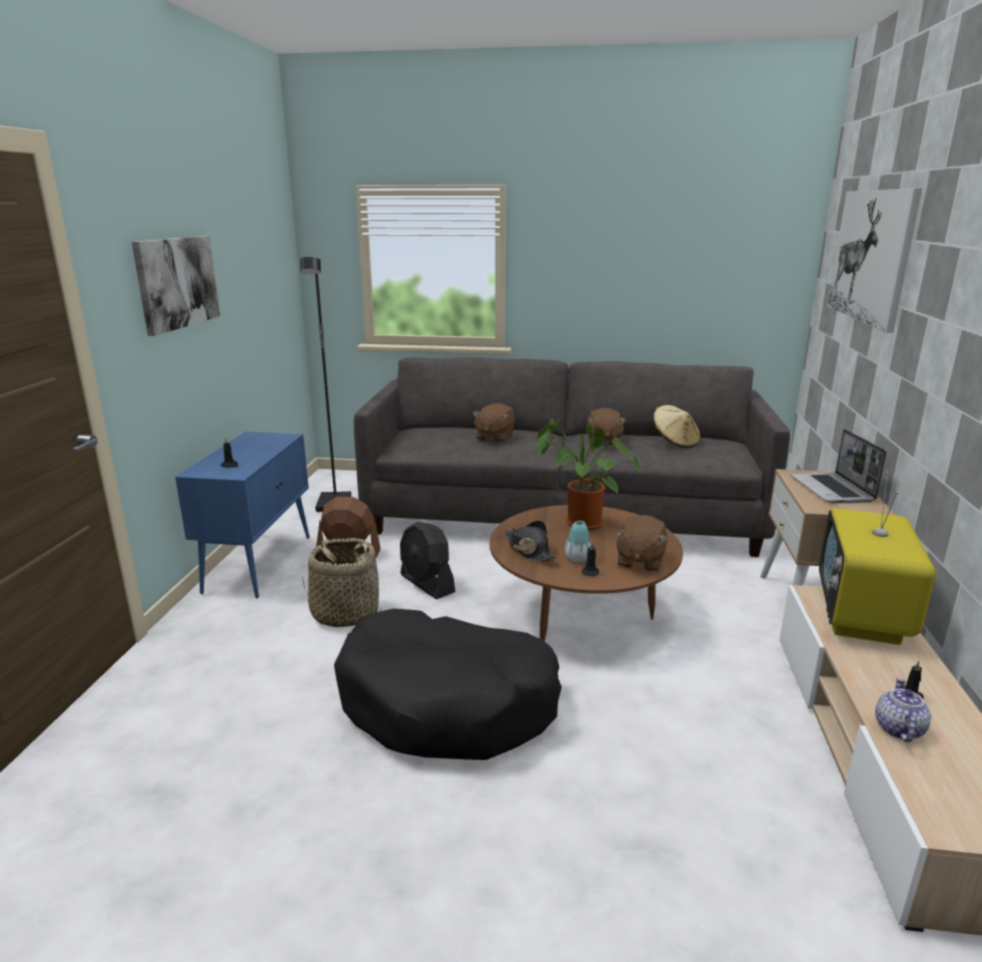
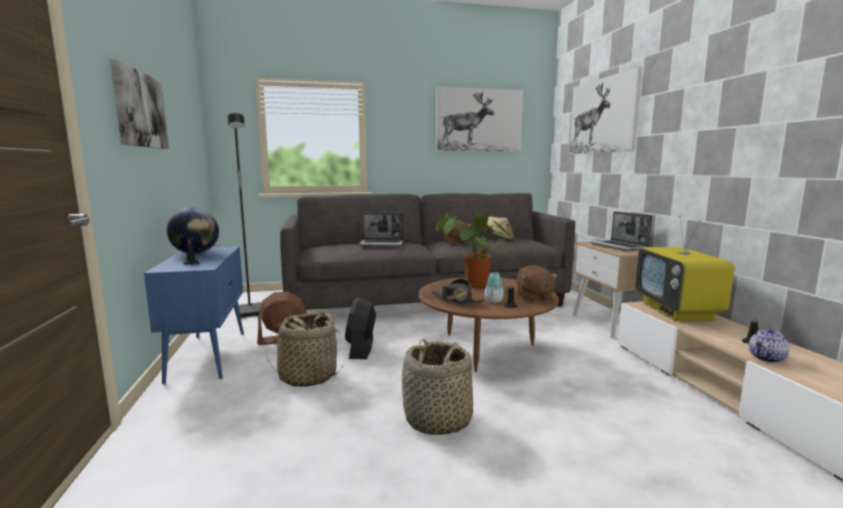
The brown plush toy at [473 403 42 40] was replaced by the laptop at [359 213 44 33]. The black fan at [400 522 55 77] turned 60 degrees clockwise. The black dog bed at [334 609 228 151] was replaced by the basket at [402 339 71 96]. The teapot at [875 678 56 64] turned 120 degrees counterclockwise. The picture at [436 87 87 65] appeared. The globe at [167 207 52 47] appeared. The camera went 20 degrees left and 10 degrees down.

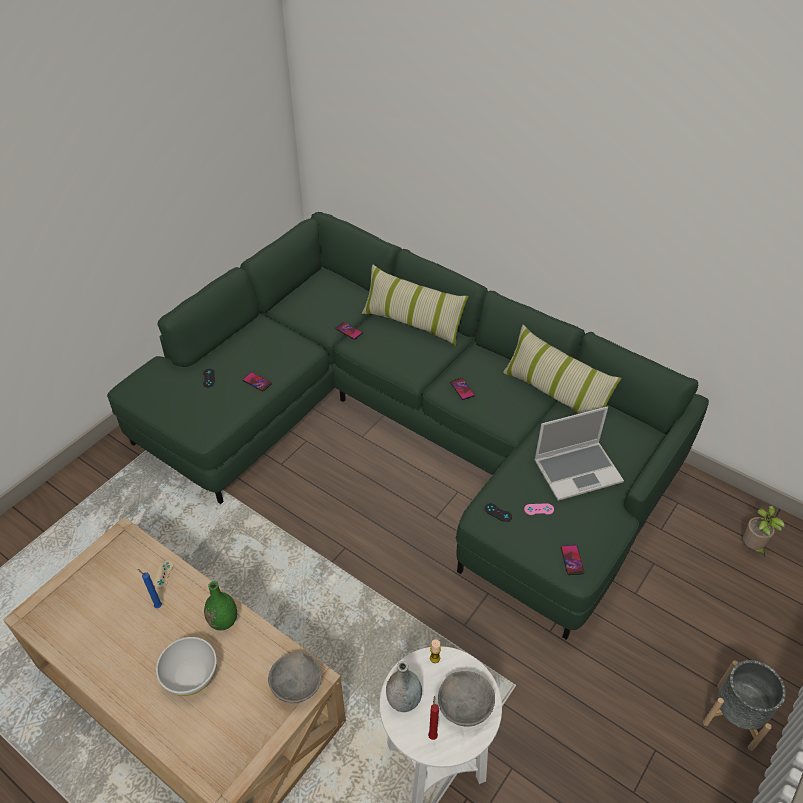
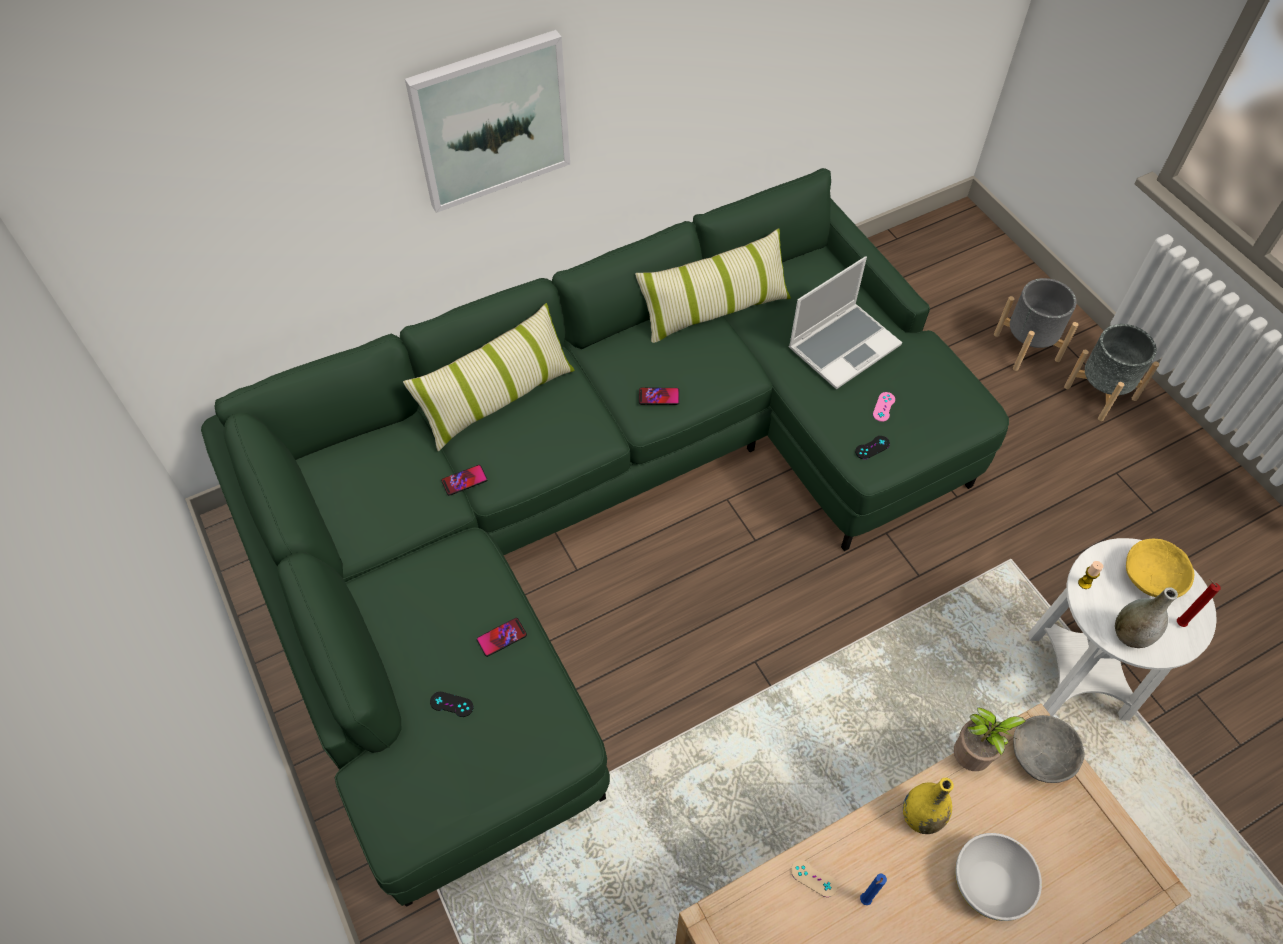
The laptop at [534 406 90 95] turned 45 degrees clockwise. The potted plant moved from [743 506 42 51] to [954 707 72 64]. The phone at [561 545 23 30] disappeared. The green vase at [204 581 33 50] became the yellow vase at [903 778 51 56]. The grey bowl at [438 671 57 56] became the yellow bowl at [1126 539 68 59]. The picture at [405 30 165 183] appeared. The grey planter at [994 278 84 93] appeared. The camera went 65 degrees left and 10 degrees up.

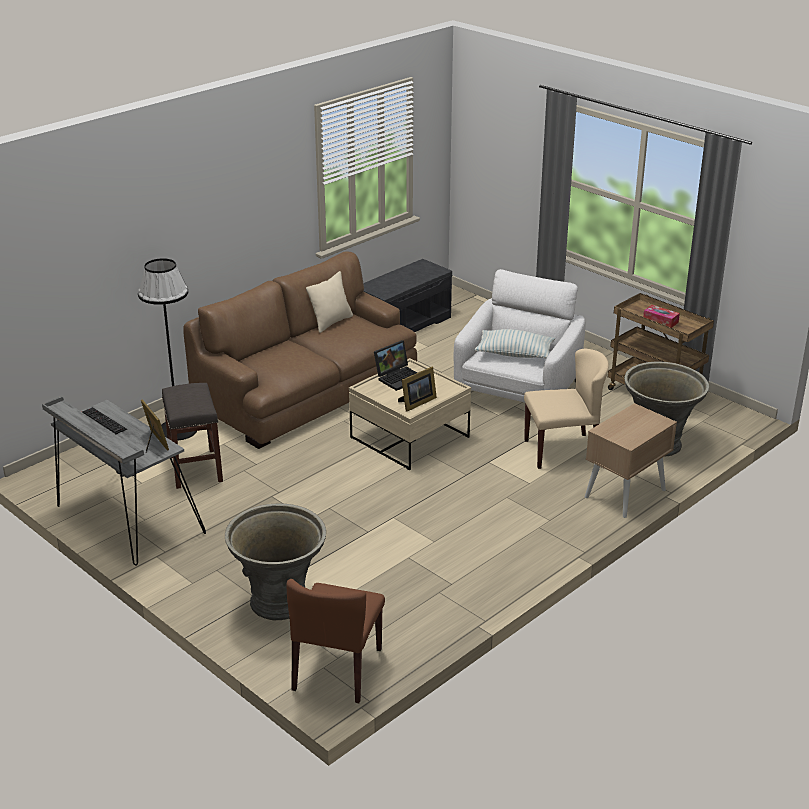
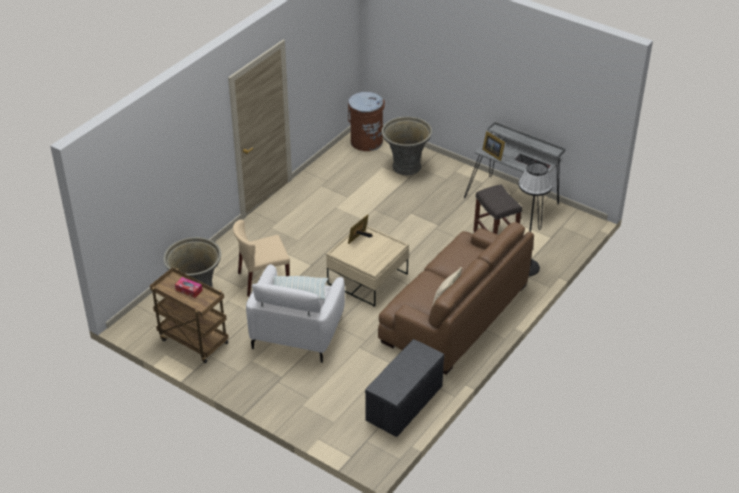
The laptop at [374 340 43 51] disappeared. The beige nightstand at [585 403 92 115] disappeared. The brown chair at [286 579 99 124] was replaced by the brown trash can at [348 92 37 59]. The camera went 170 degrees right and 10 degrees up.

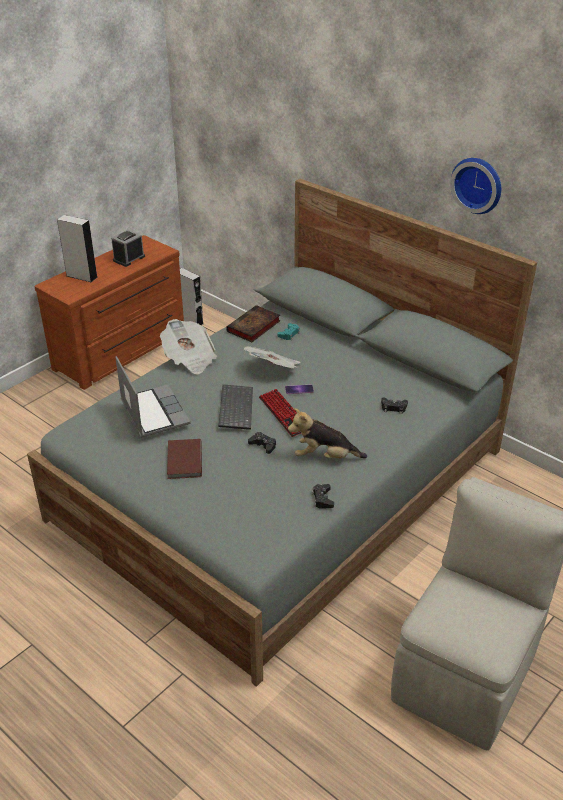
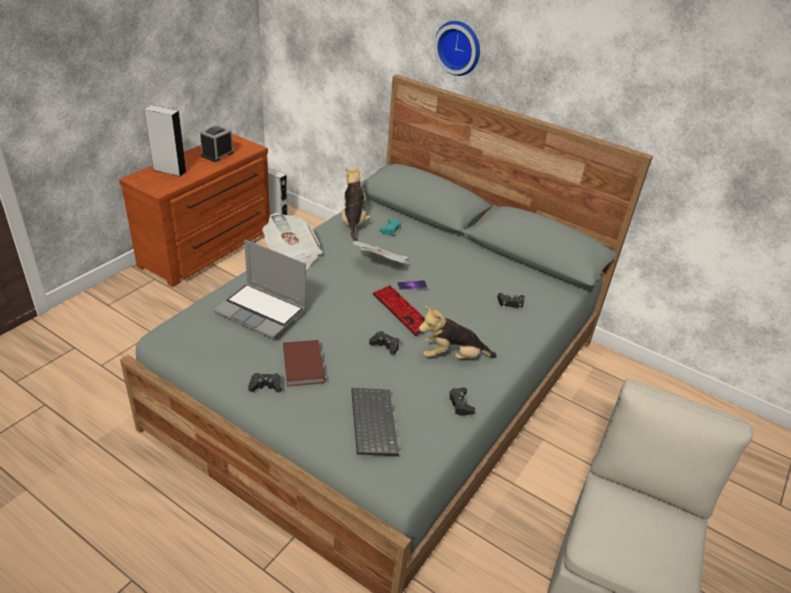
The wall clock moved from [450 158 51 56] to [434 21 46 55]. The book at [226 305 54 37] was replaced by the plush toy at [341 166 30 75]. The laptop at [116 356 75 82] turned 150 degrees clockwise. The keyboard moved from [219 384 34 46] to [351 388 48 68]. The black game controller at [248 373 34 20] appeared. The camera went 10 degrees left and 0 degrees up.

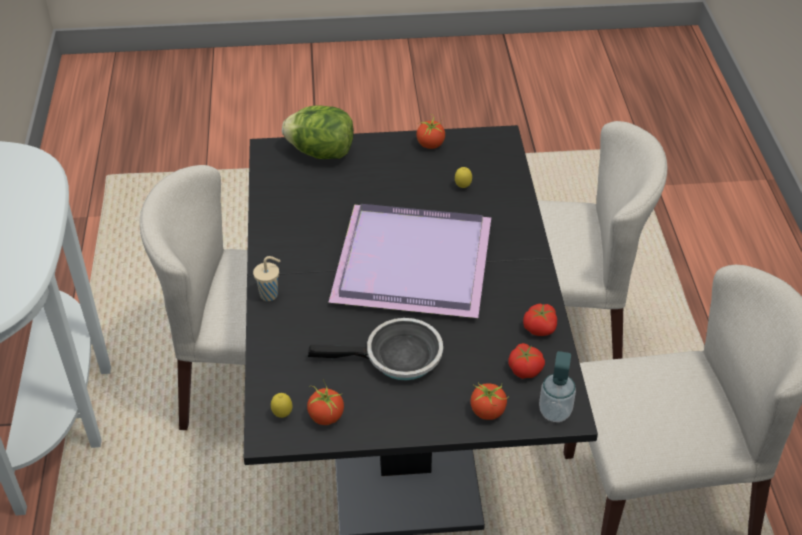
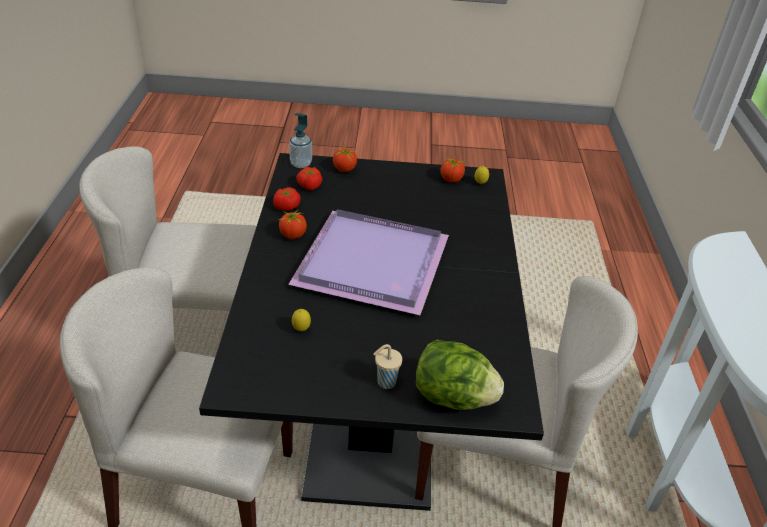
The tomato moved from [416 114 29 35] to [278 210 29 29]. The beige cup moved from [253 256 27 45] to [373 344 30 45]. The frying pan at [308 318 135 62] disappeared. The camera went 175 degrees left and 5 degrees down.

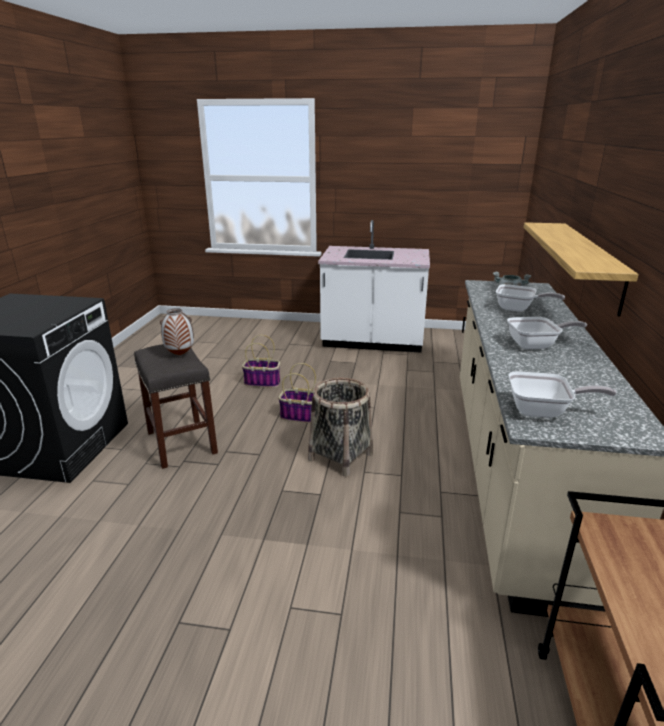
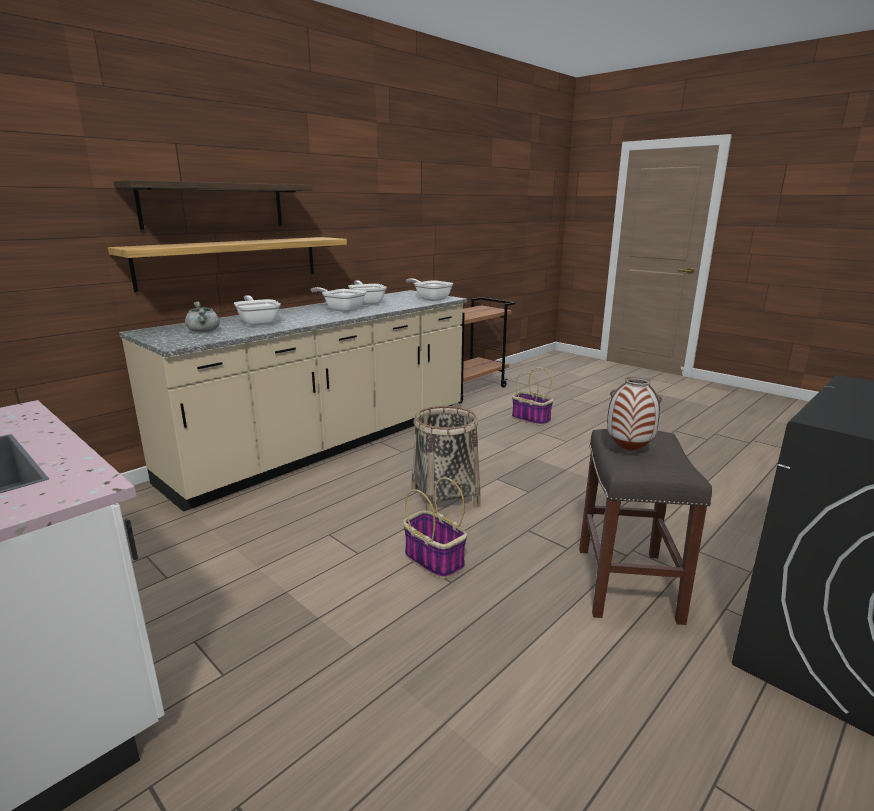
The basket moved from [242 335 38 53] to [512 367 41 59]. The shelf at [114 180 199 50] appeared. The frying pan at [348 280 39 25] appeared. The camera went 145 degrees left and 5 degrees down.

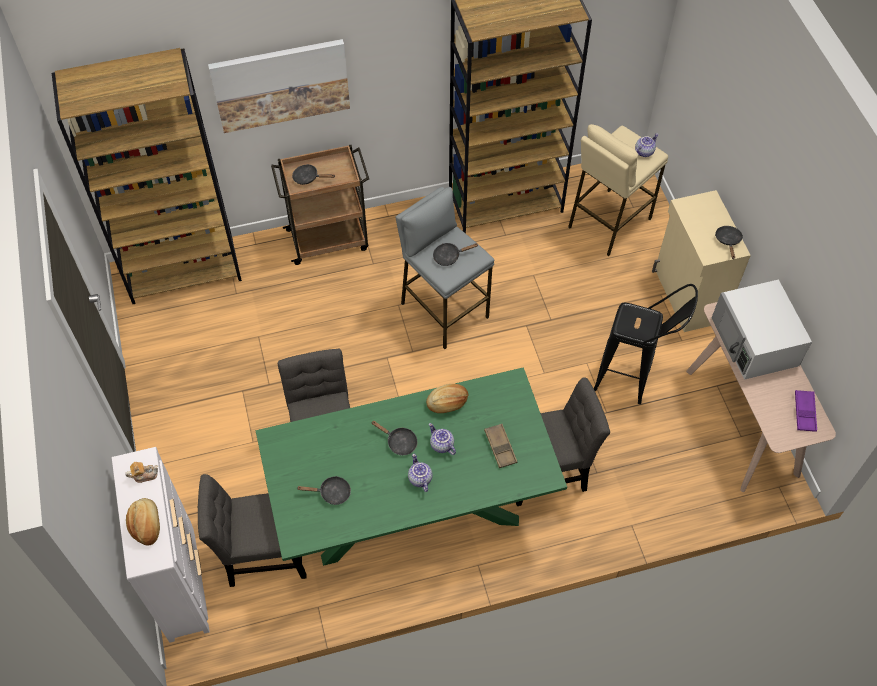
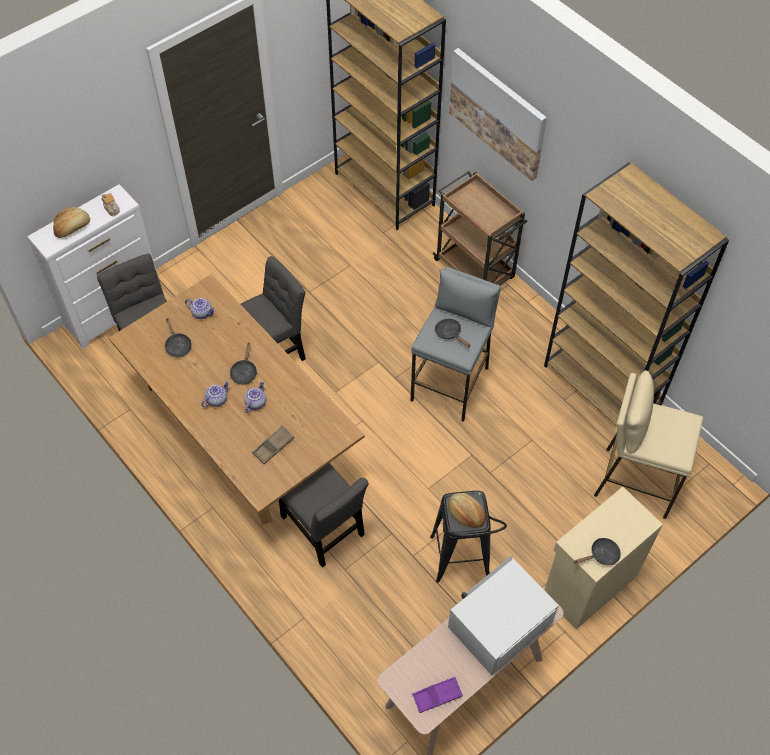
The teapot moved from [635 133 24 24] to [185 298 31 21]. The black frying pan at [292 164 43 21] disappeared. The green dining table at [256 367 311 199] became the brown dining table at [109 274 256 251]. The bread moved from [426 384 42 29] to [448 493 38 35]. The camera went 65 degrees right and 0 degrees up.

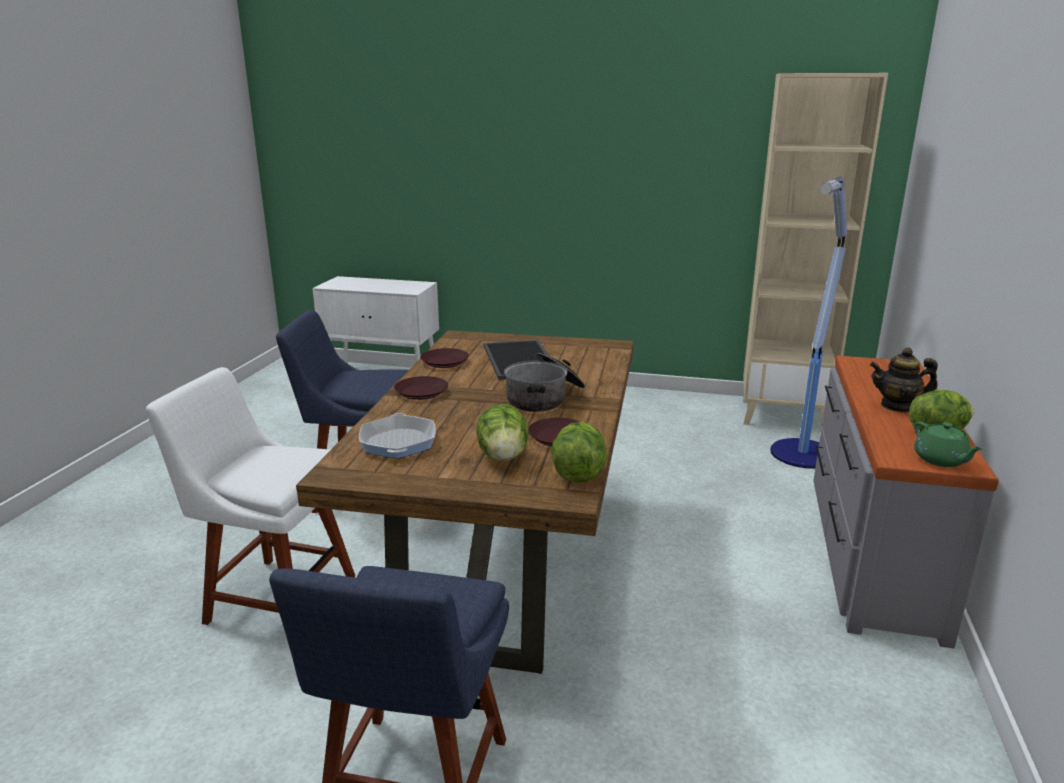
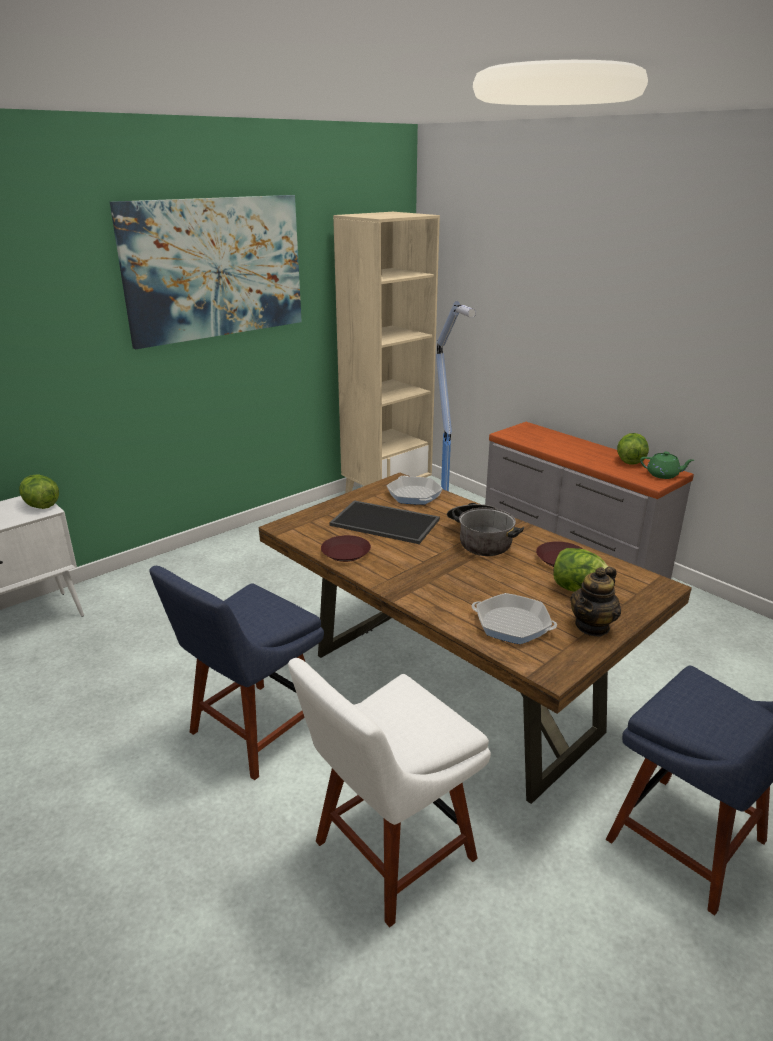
The teapot moved from [870 347 68 65] to [570 567 51 70]. The brown plate at [394 376 54 24] disappeared. The lettuce moved from [551 422 56 61] to [19 474 40 35]. The picture at [110 195 192 154] appeared. The frying pan at [386 476 57 29] appeared. The camera went 55 degrees left and 5 degrees up.

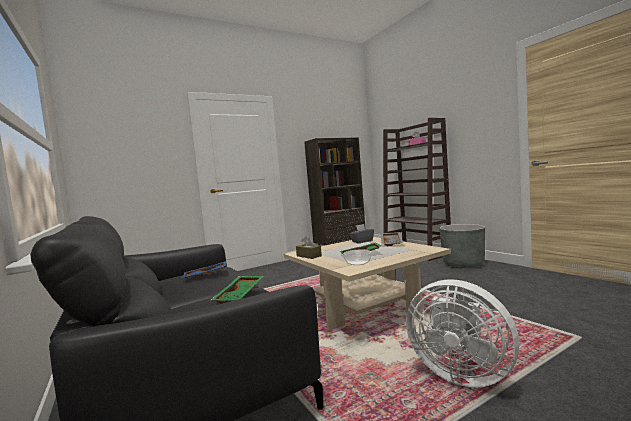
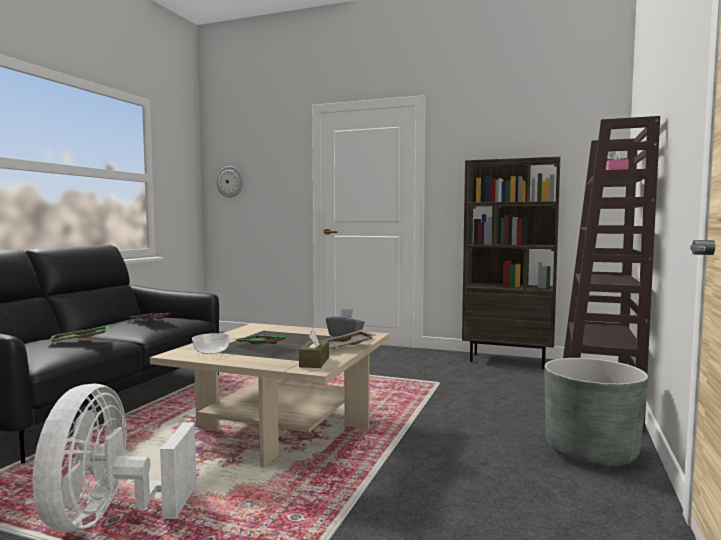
The brown tissue box moved from [296 236 26 23] to [299 328 30 40]. The wall clock at [216 166 27 32] appeared. The camera went 50 degrees right and 0 degrees up.

